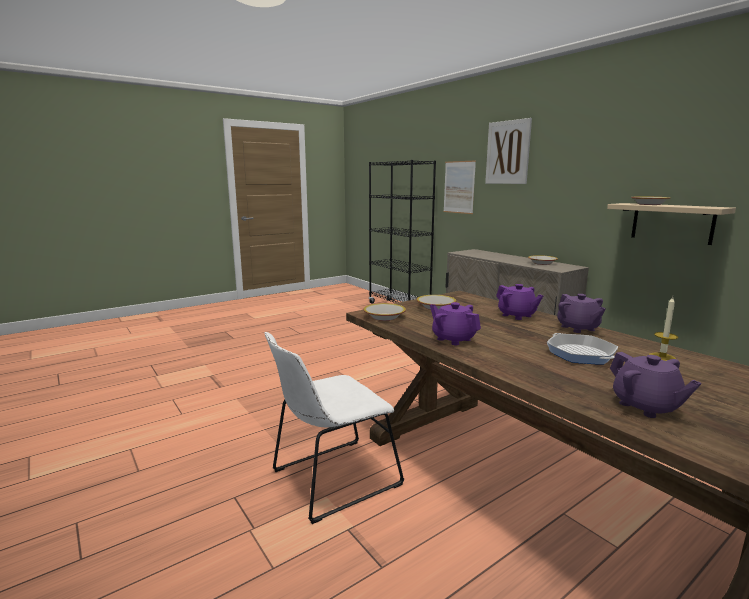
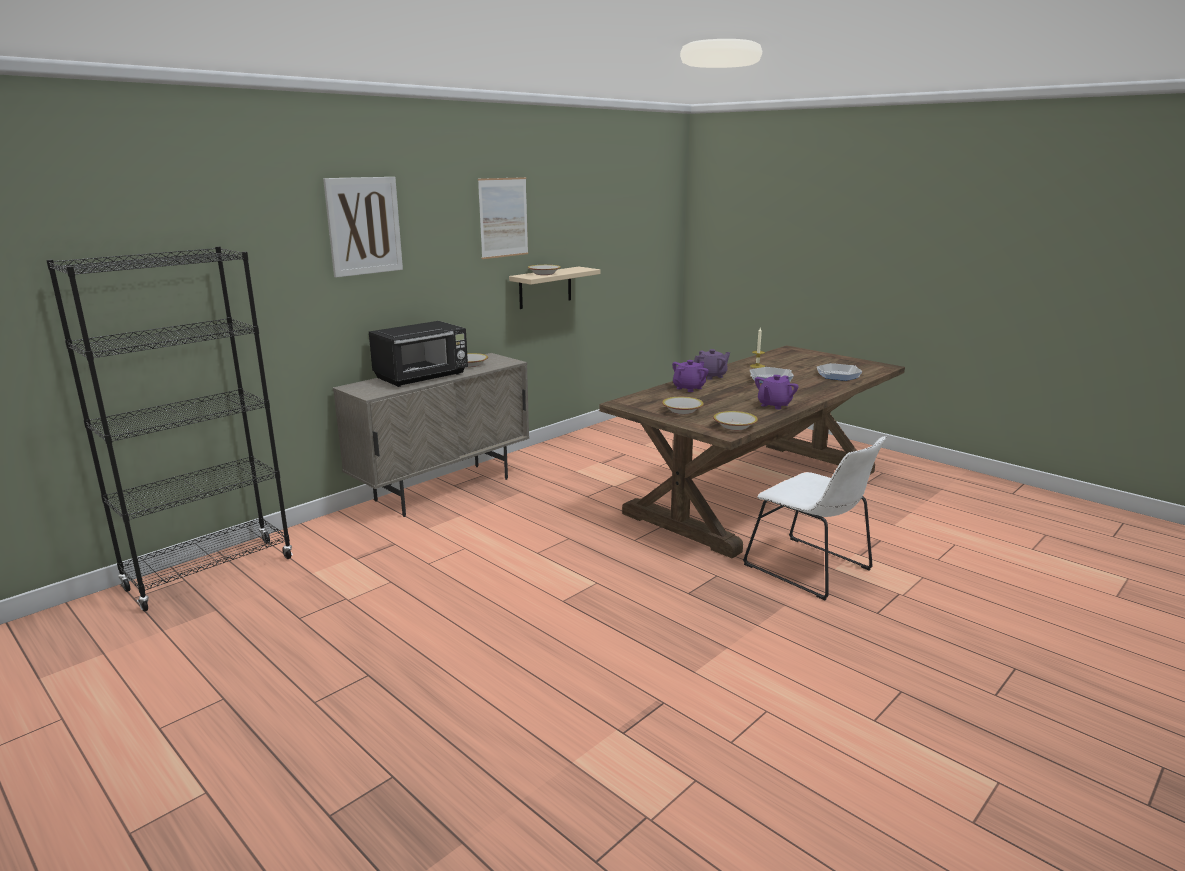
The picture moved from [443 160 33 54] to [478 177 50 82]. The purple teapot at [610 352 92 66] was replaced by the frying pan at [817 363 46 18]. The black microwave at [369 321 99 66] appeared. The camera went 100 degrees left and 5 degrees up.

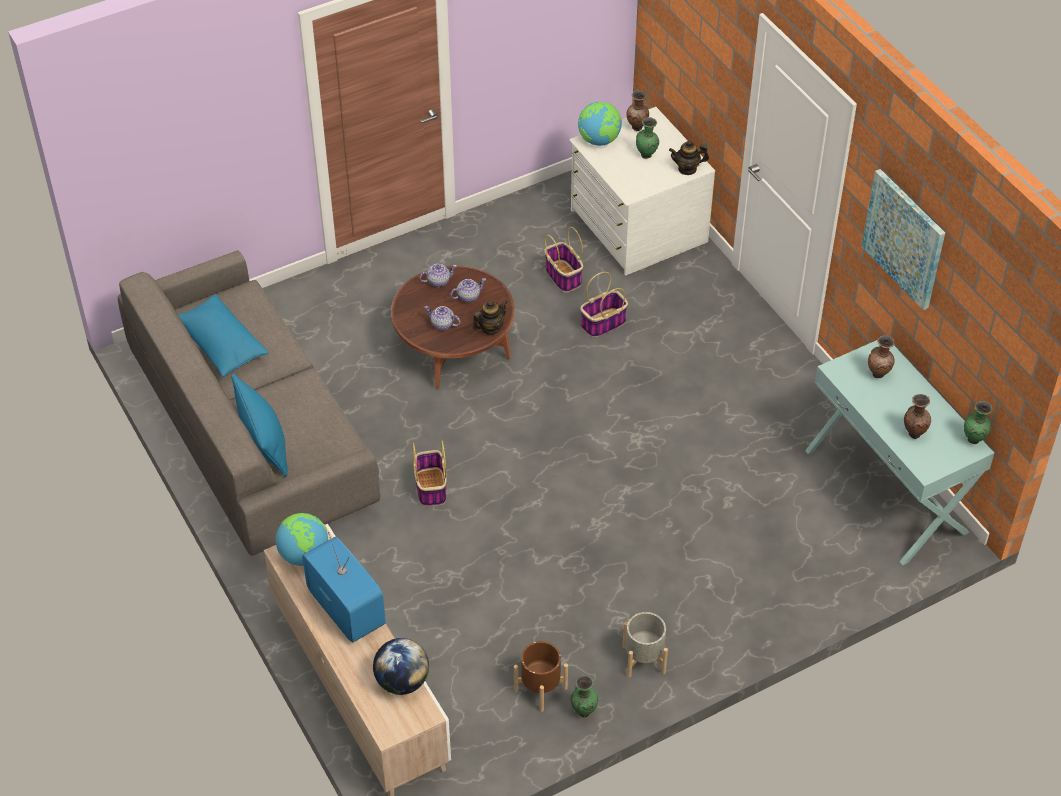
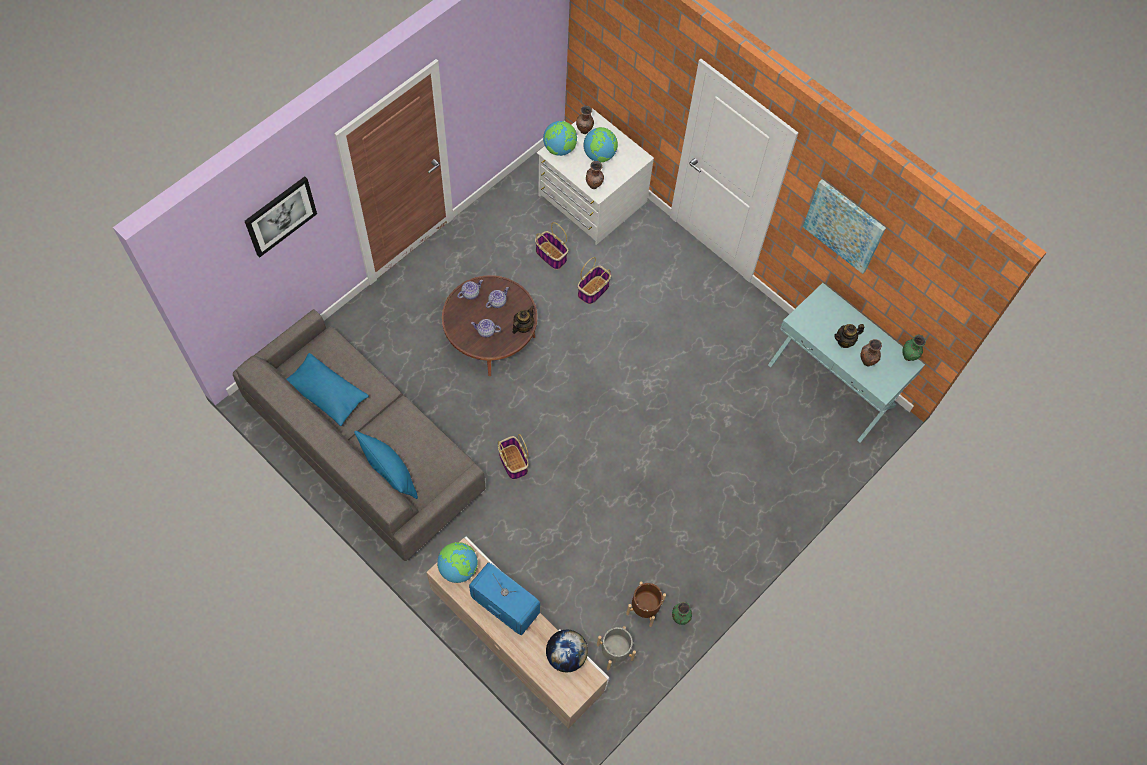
The green vase at [636 117 23 42] was replaced by the globe at [584 127 34 36]. The teapot moved from [669 140 40 35] to [834 324 31 24]. The brown vase moved from [868 335 27 43] to [586 161 18 28]. The grey planter moved from [622 612 46 65] to [597 626 39 45]. The picture at [245 176 72 81] appeared. The camera went 20 degrees left and 15 degrees up.

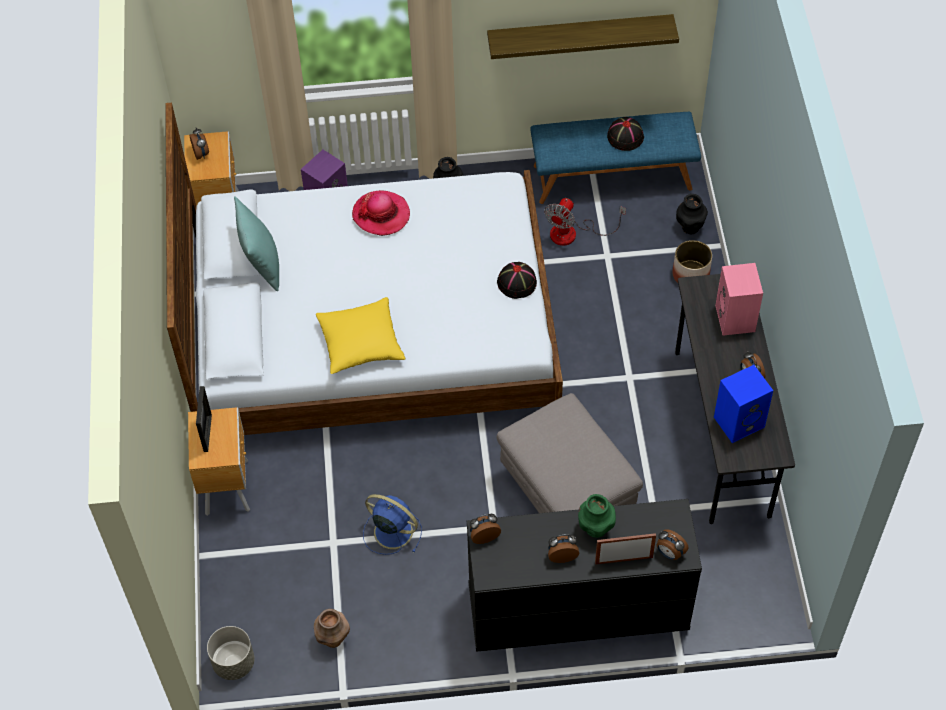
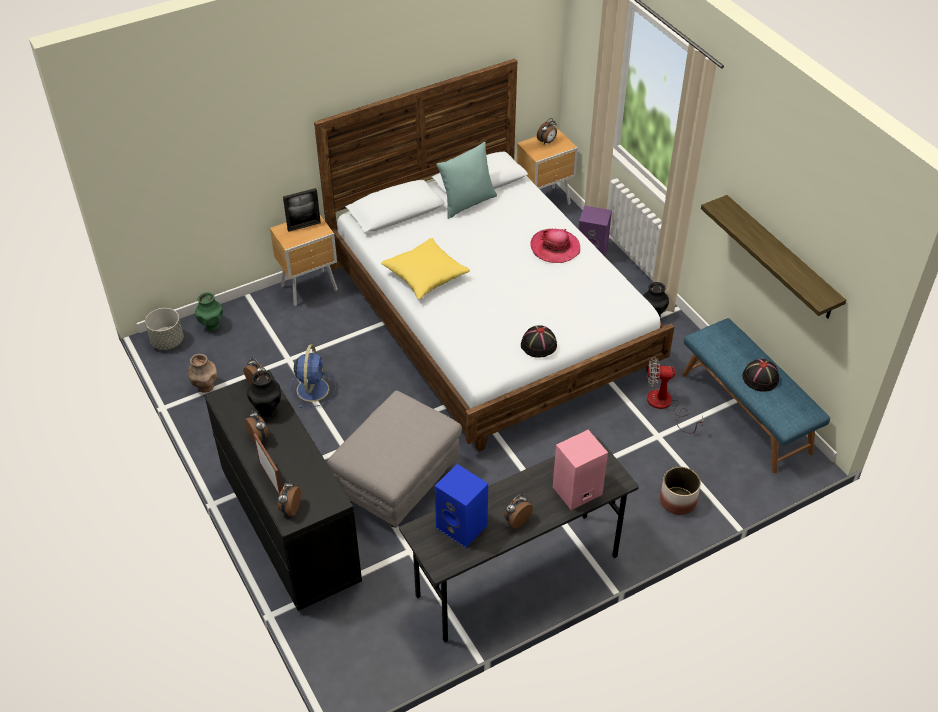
The black vase moved from [676 194 32 40] to [247 370 34 47]. The green vase moved from [578 494 38 44] to [195 292 28 39]. The camera went 65 degrees right and 10 degrees down.

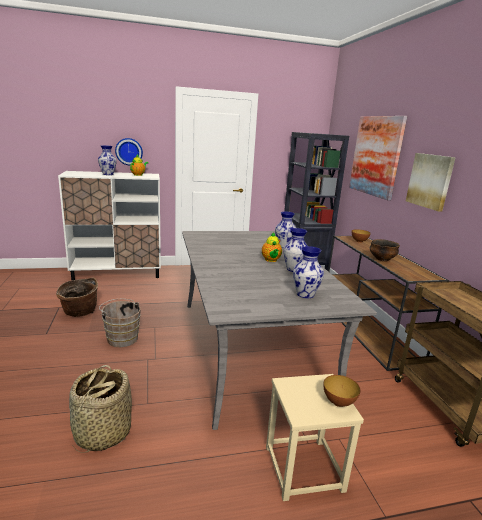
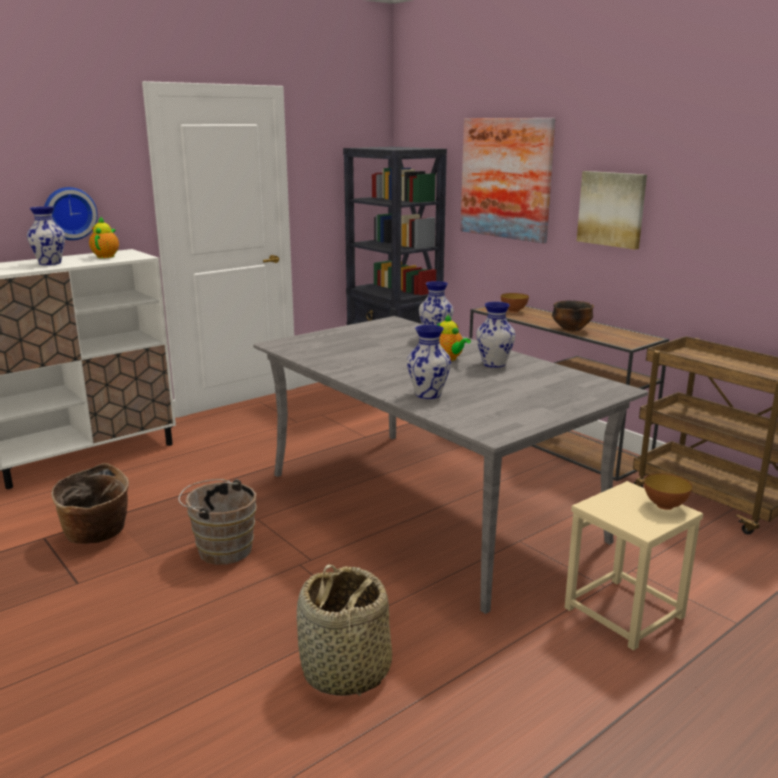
The vase moved from [293 246 31 52] to [407 325 44 74]. The camera went 25 degrees left and 0 degrees up.

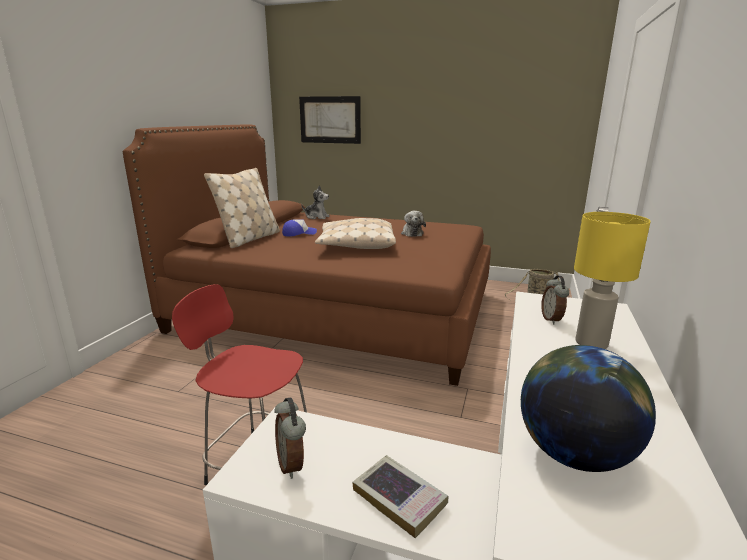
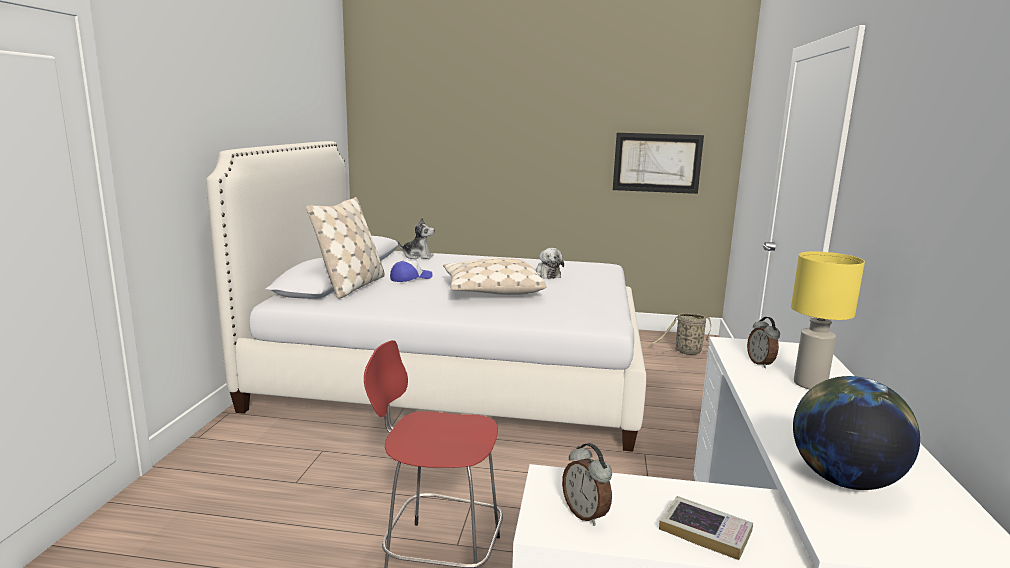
The picture moved from [299 96 62 48] to [613 133 91 61]. The brown bed at [123 125 368 261] became the white bed at [206 141 440 311]. The camera went 10 degrees left and 5 degrees down.

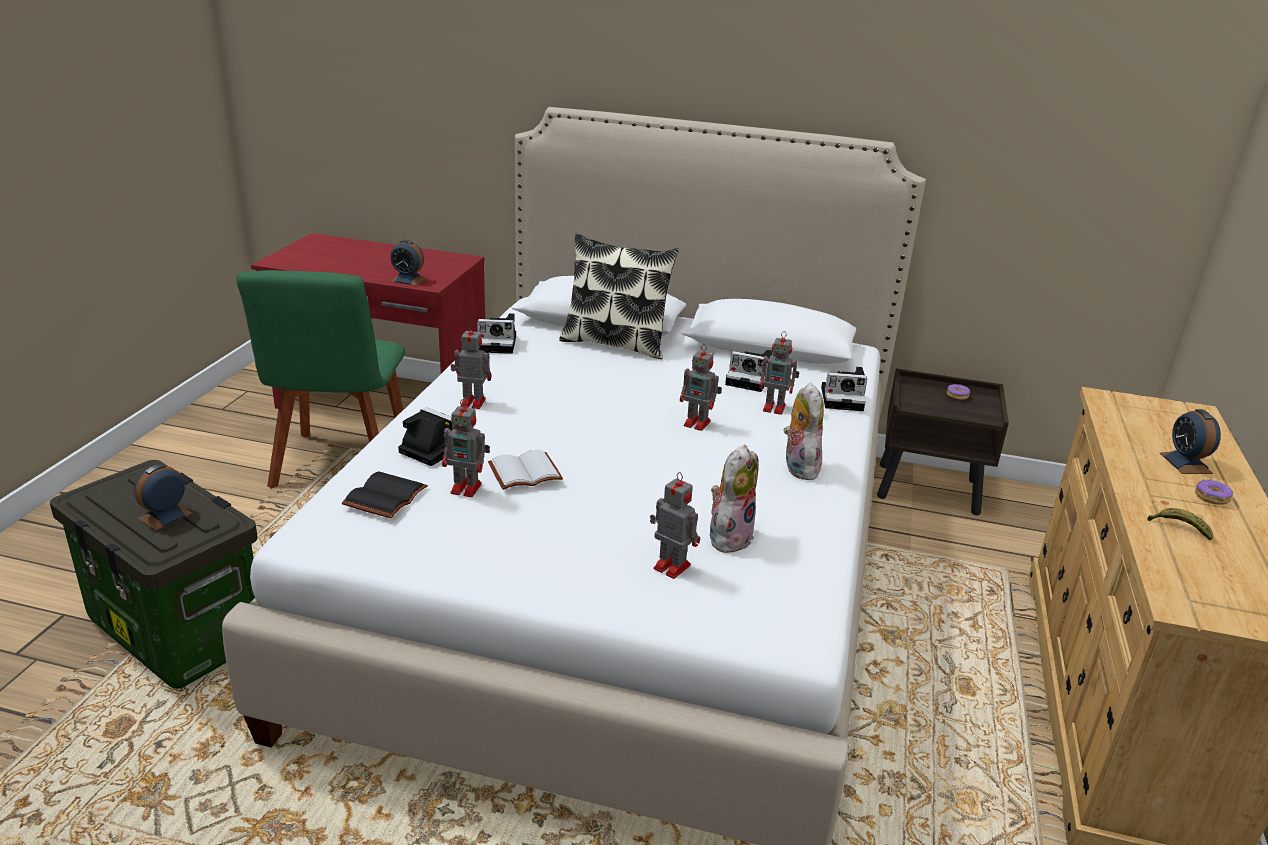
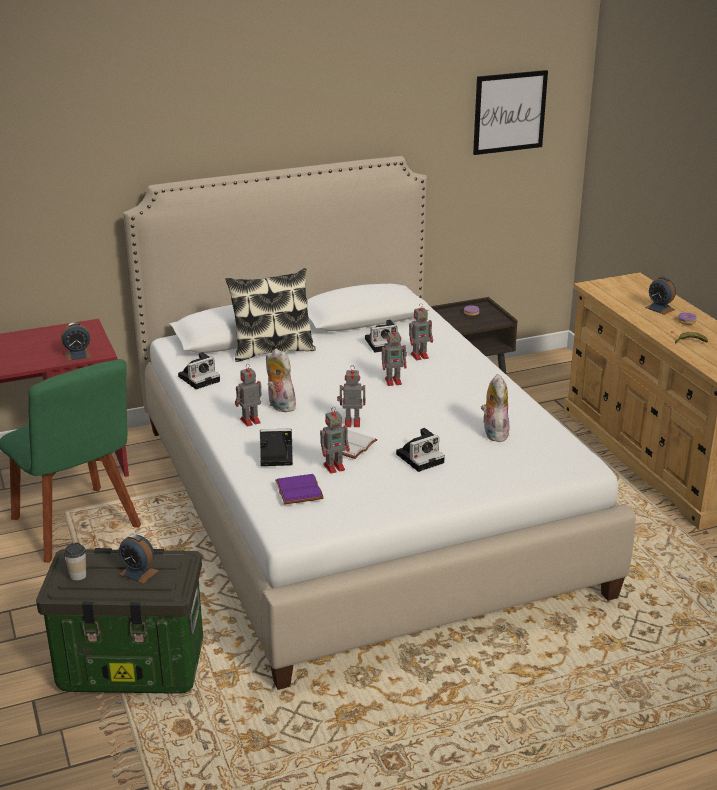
The photo camera moved from [821 367 46 44] to [396 428 49 44]. The plush toy moved from [783 382 41 98] to [266 349 30 63]. The alarm clock at [134 464 58 66] turned 60 degrees counterclockwise. The black book at [342 471 86 47] became the purple book at [275 474 49 30]. The toy robot moved from [650 472 50 107] to [337 367 28 60]. The picture at [473 70 75 85] appeared. The cup at [64 543 22 38] appeared. The camera went 35 degrees left and 0 degrees up.

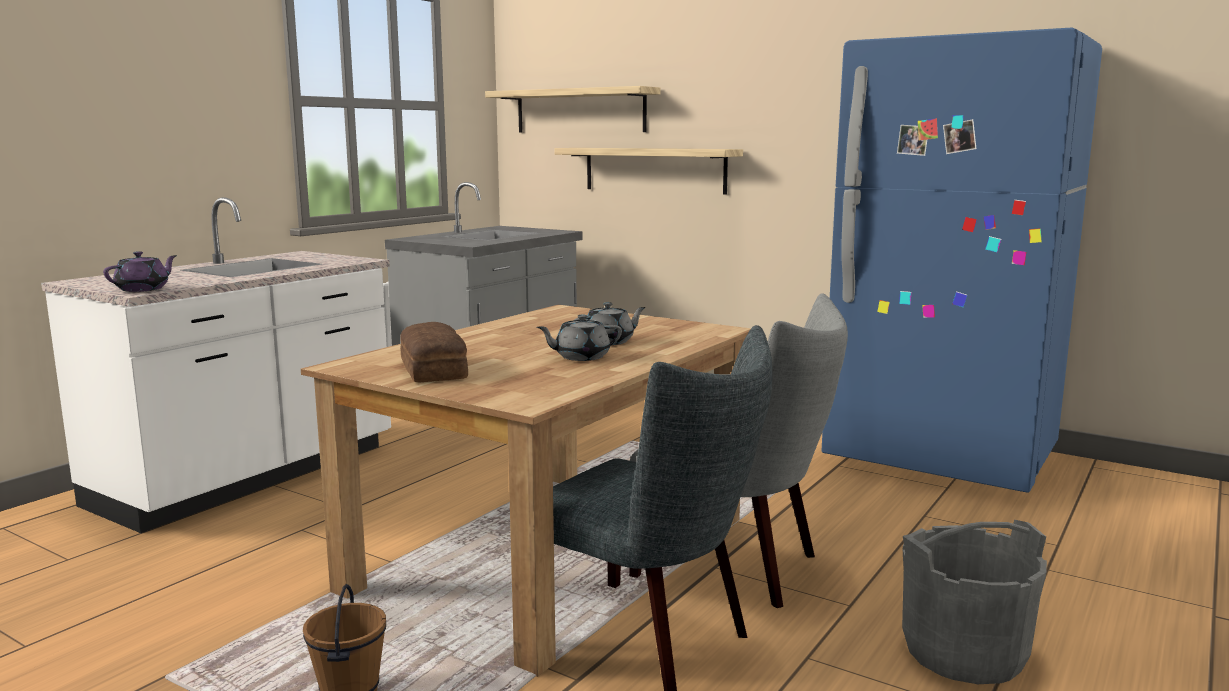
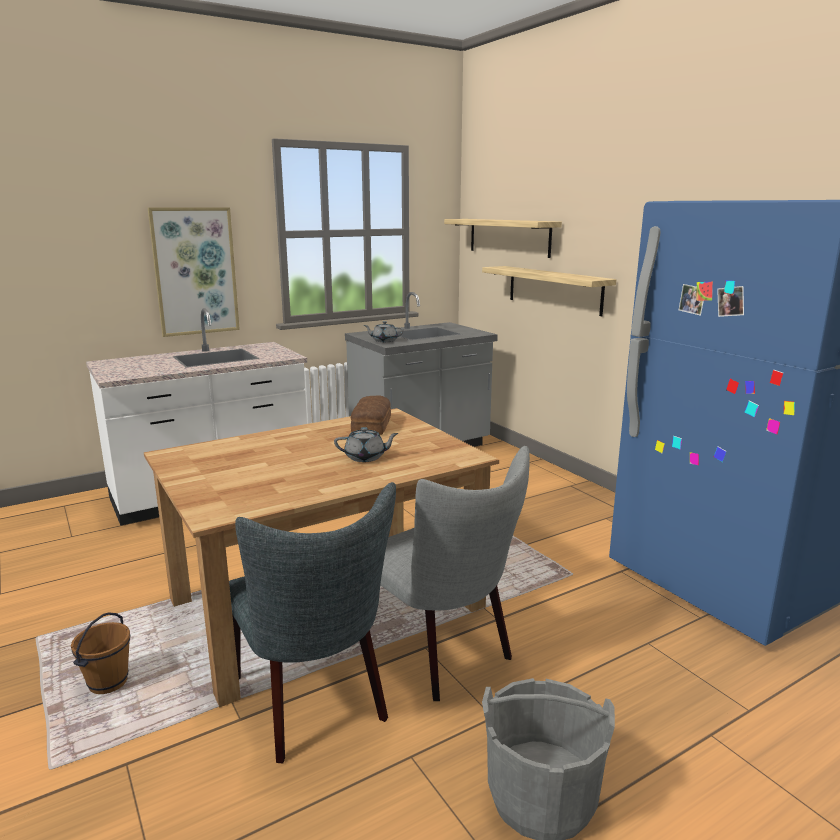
The purple teapot at [103 251 74 41] disappeared. The grey teapot moved from [537 315 85 46] to [364 321 40 21]. The bread moved from [400 322 68 60] to [351 395 40 40]. The picture at [148 207 92 130] appeared. The camera went 25 degrees right and 5 degrees up.

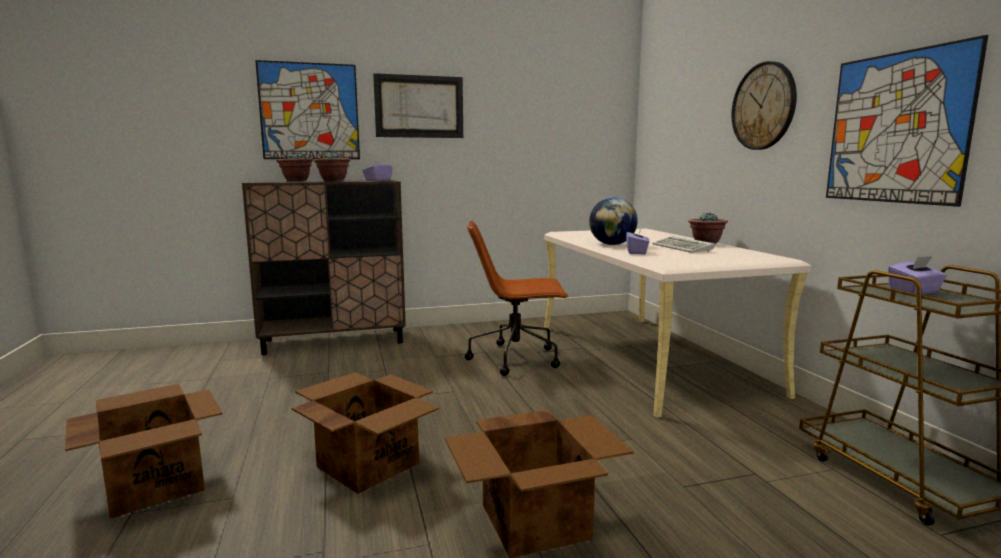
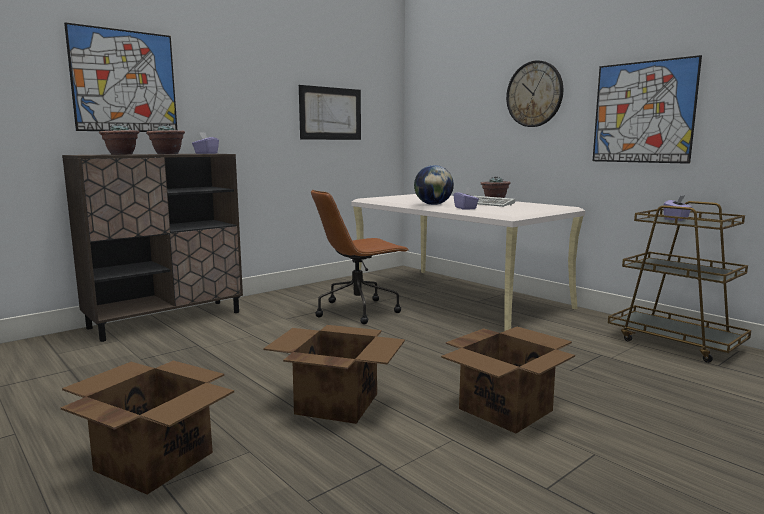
The picture moved from [373 73 90 65] to [299 85 62 55]. The camera went 25 degrees left and 0 degrees up.

